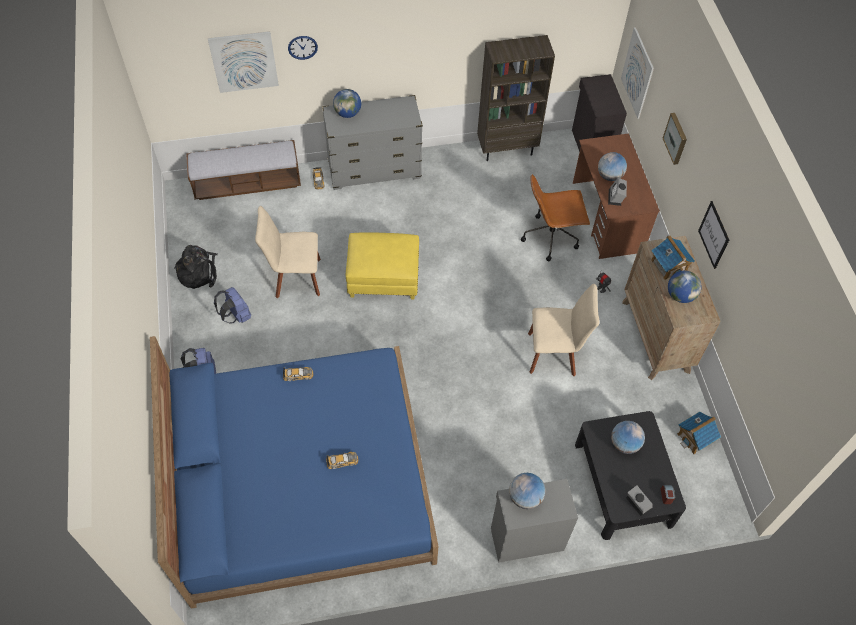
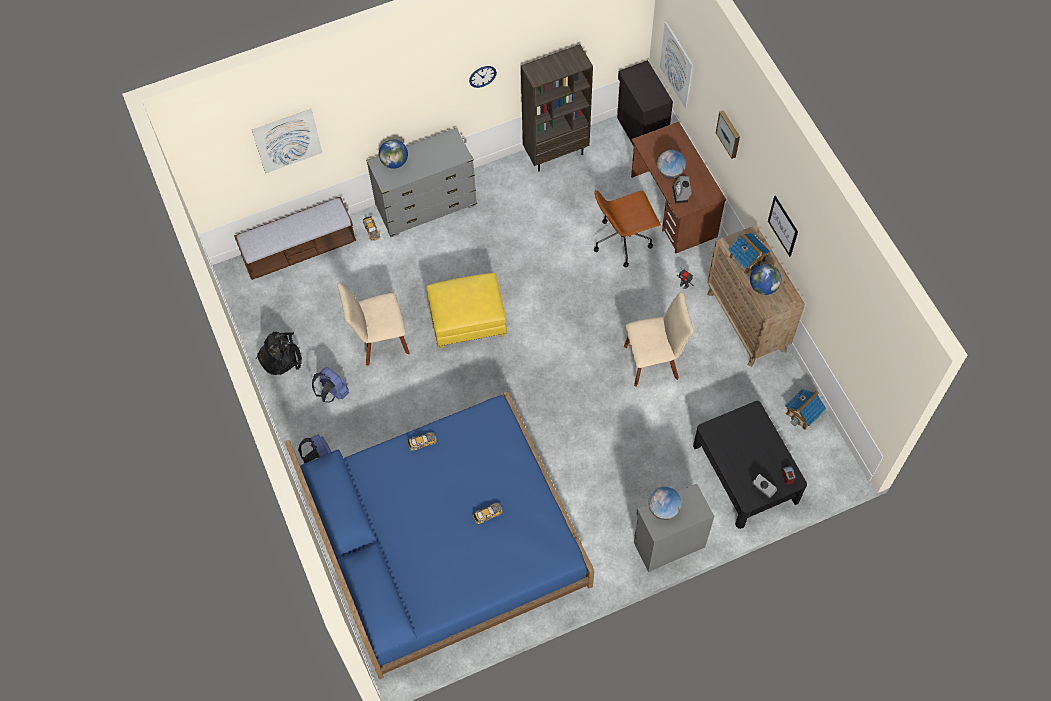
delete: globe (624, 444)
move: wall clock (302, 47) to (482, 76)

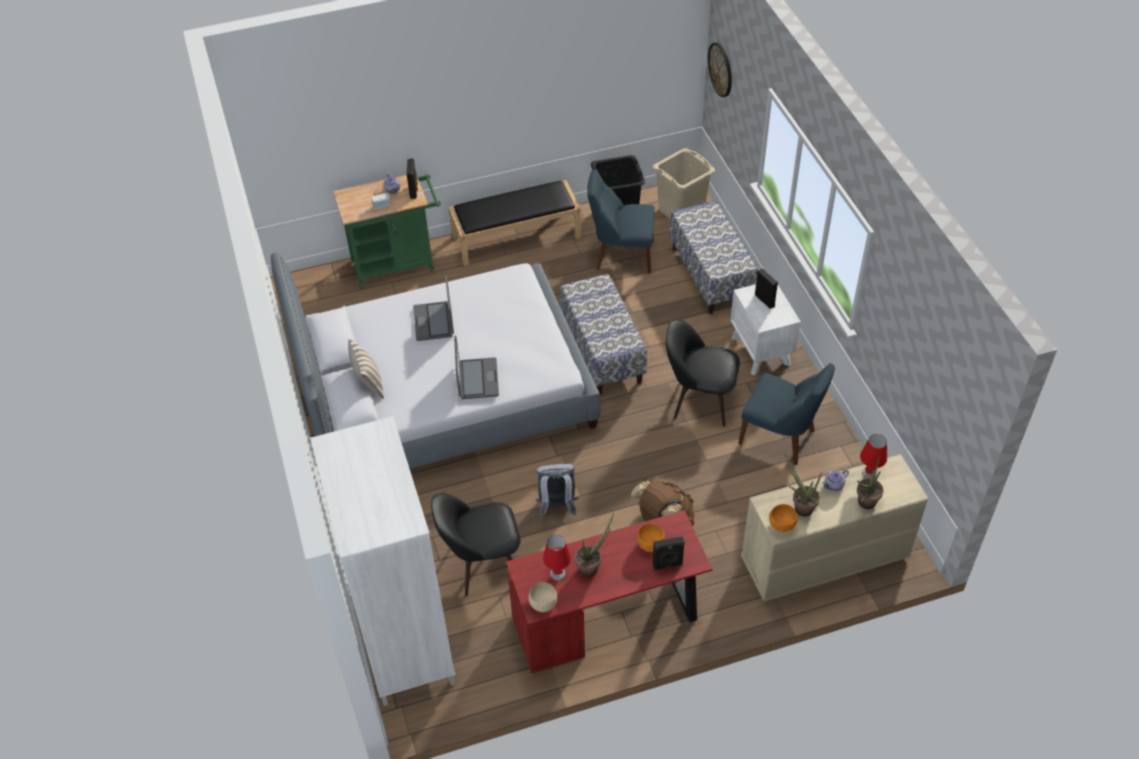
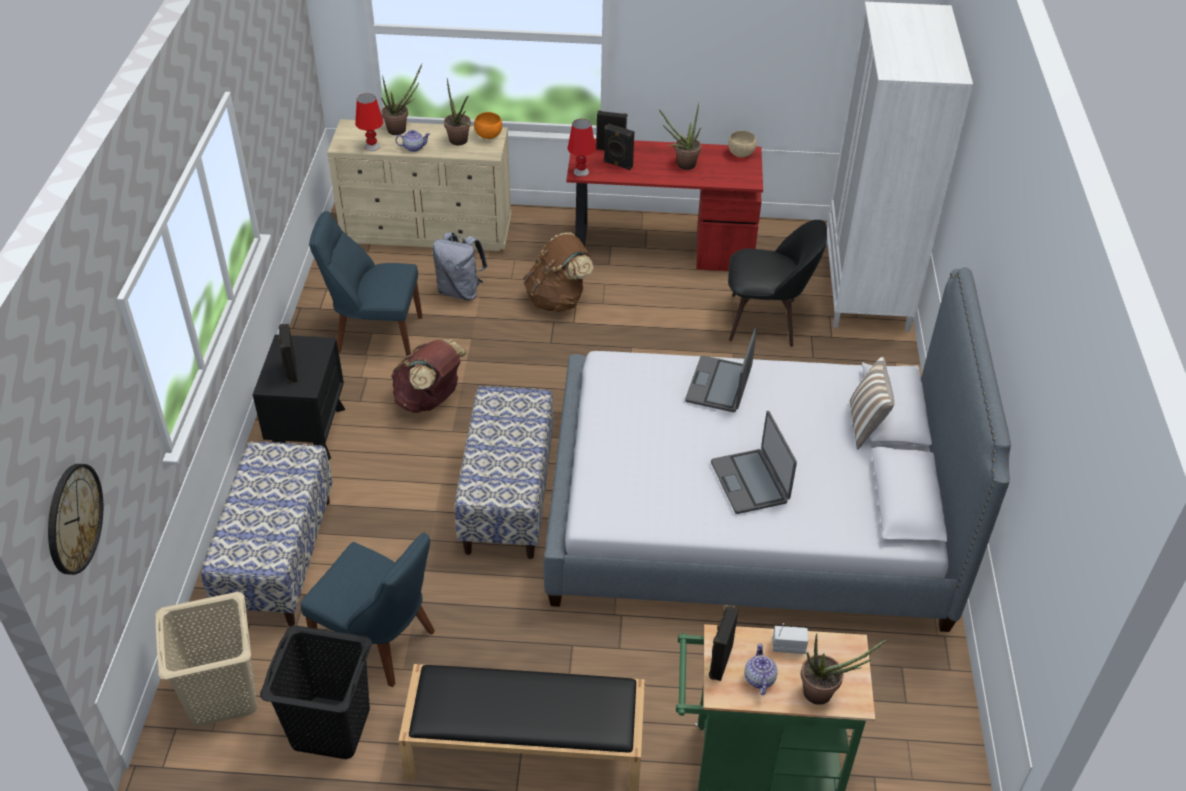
insert: plant in a pot (824, 694)
move: grey knapsack (557, 507) to (460, 291); red-coloured table lamp (557, 573) to (581, 172)
replace: black plain chair (699, 399) to brownish knapsack (430, 400); orange-coloured bowl (650, 545) to black loudspeaker (617, 165)
recolor: white night table (761, 351) to black night table (308, 431)
rotate: portable computer (434, 321) = (750, 482) 150 degrees clockwise; blue-coloured plain chair (780, 438) = (375, 334) 45 degrees counterclockwise

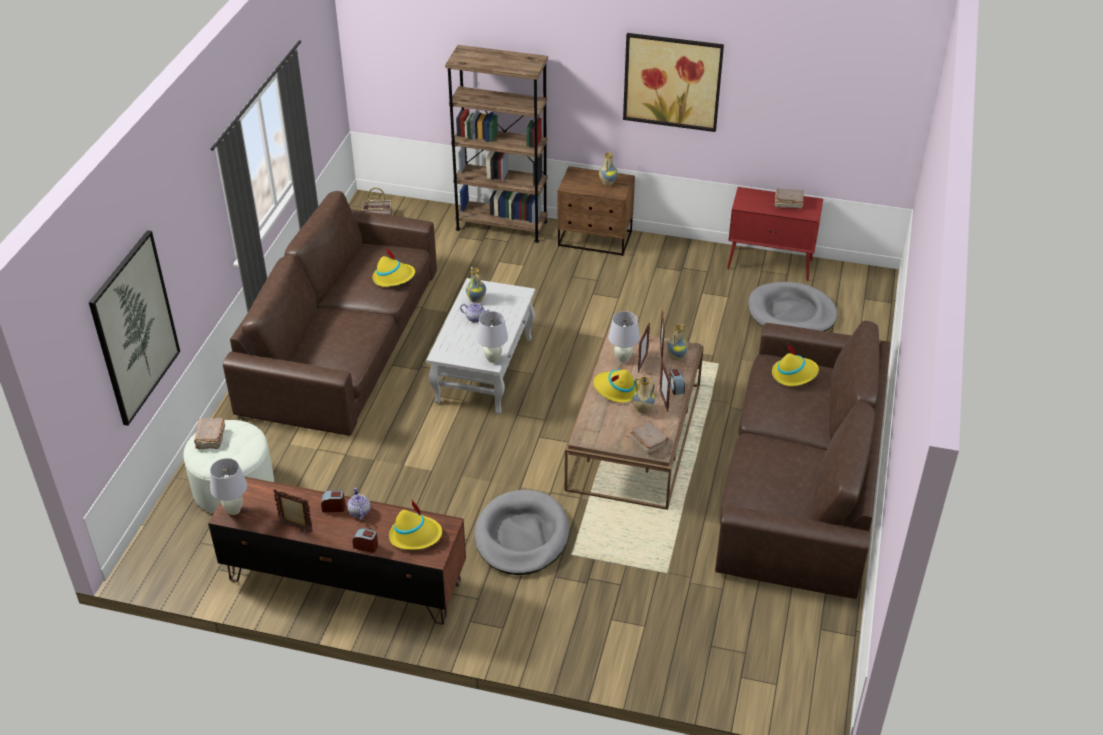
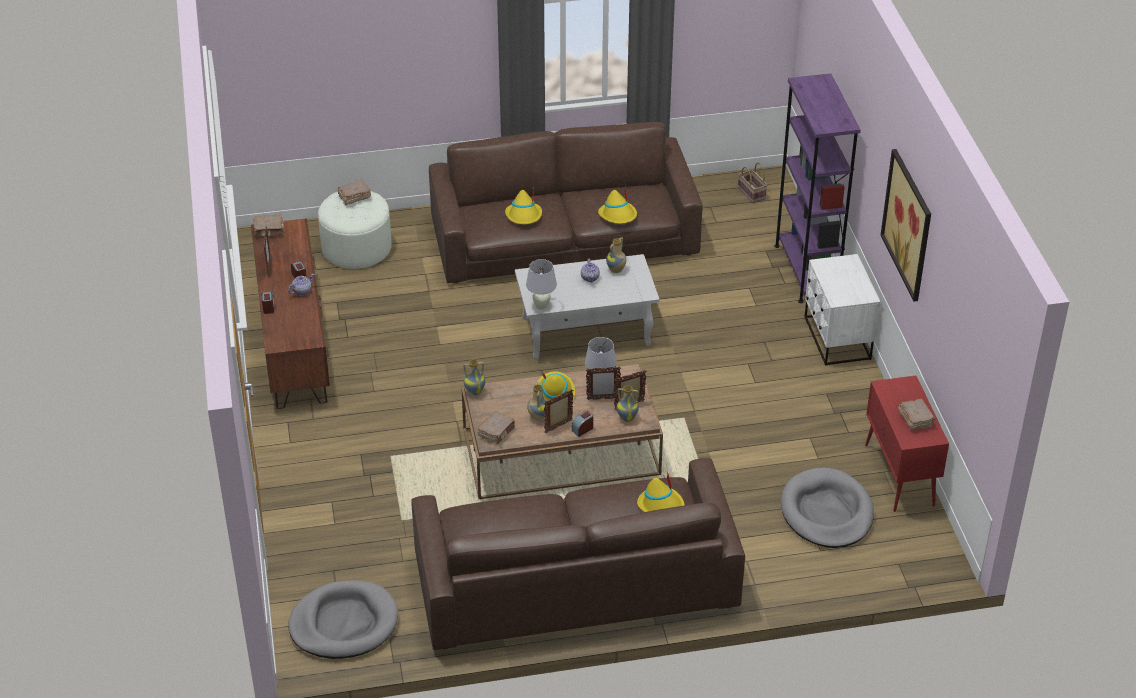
delete: picture (135, 328)
move: vase (607, 183) to (474, 391); grey dog bed (521, 536) to (344, 623); yellow-coloured hat (416, 535) to (524, 216)
replace: white table lamp (233, 510) to brownish book (269, 231)
recolor: brownish bookshelf (501, 225) to purplish bookshelf (806, 271); brownish night table (595, 239) to white night table (836, 339)

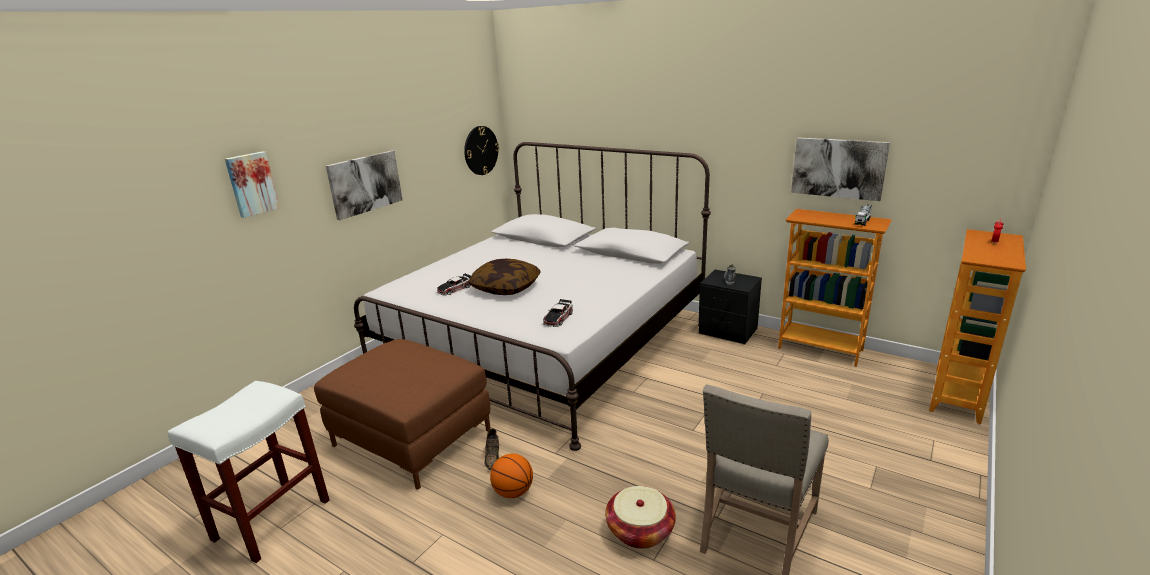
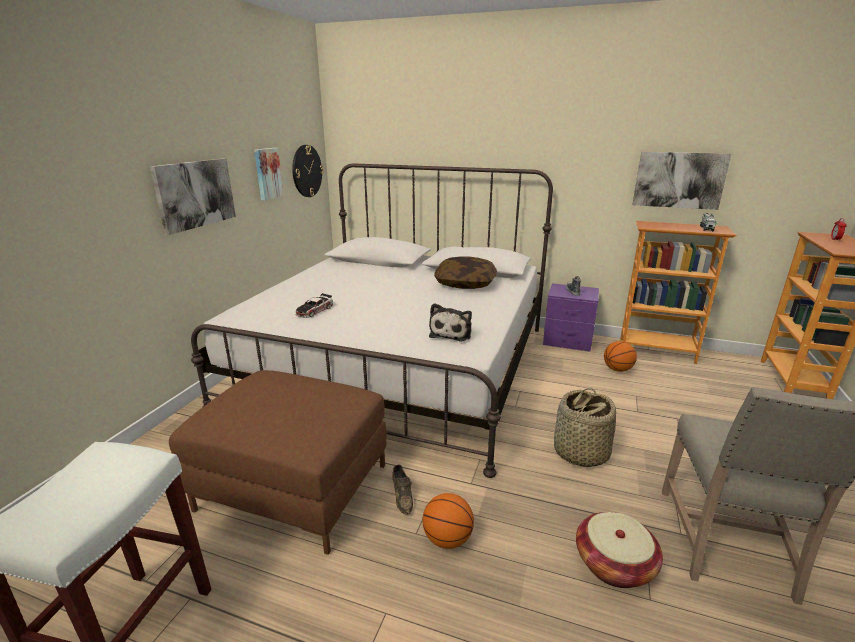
insert: basketball (617, 369); household basket (580, 452)
move: picture (251, 184) to (267, 173); pillow (506, 287) to (465, 283)
replace: model car (558, 318) to plush toy (451, 333)
recolor: black night table (727, 331) to purplish night table (567, 341)

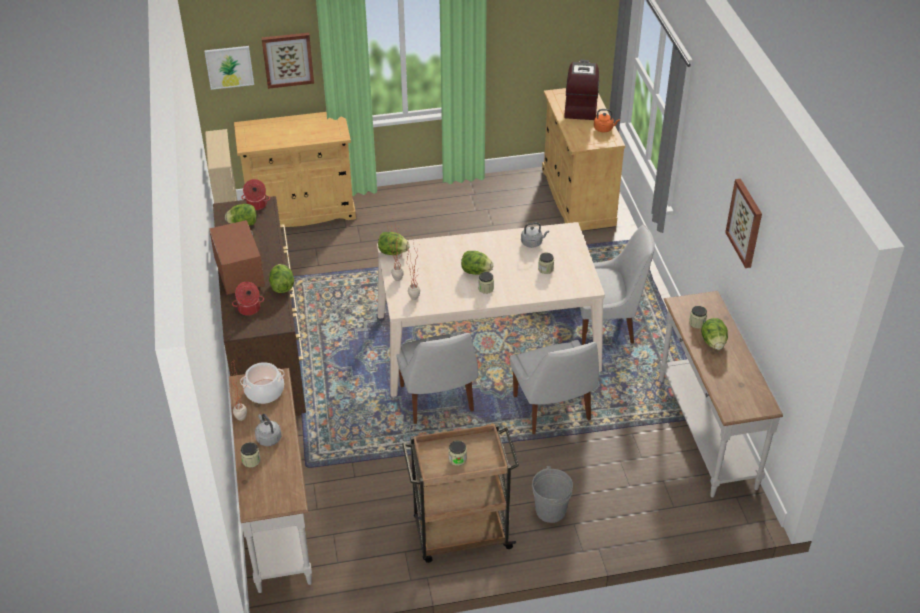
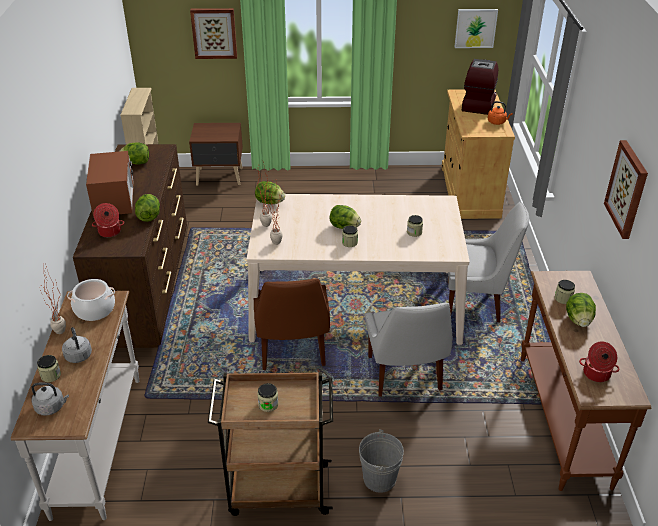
move: picture (229, 67) to (475, 28); stockpot (256, 205) to (596, 374); grey water kettle (532, 243) to (52, 407)
replace: beige-coloured cabinet (301, 210) to brownish night table (220, 177)
recolor: white narrow table (705, 432) to brownish narrow table (561, 419); white plain chair (437, 400) to brownish plain chair (292, 351)

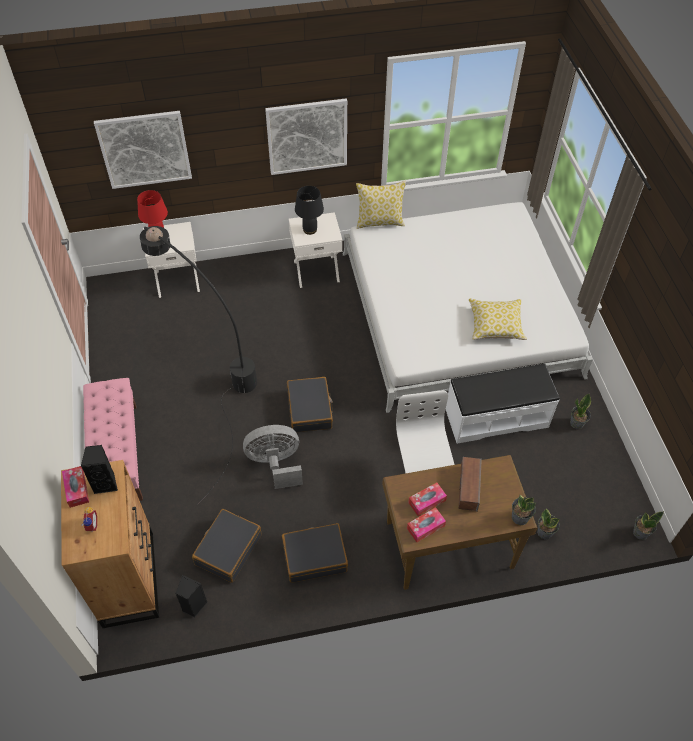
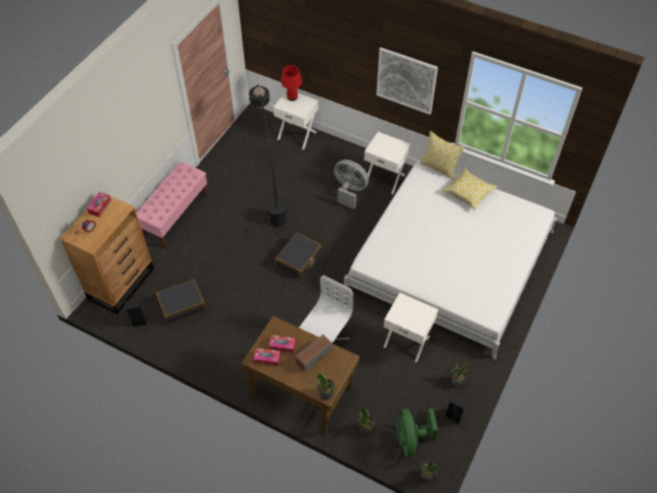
delete: picture (144, 149); black table lamp (310, 230); black piece of luggage (314, 556)
insert: greenish cooling fan (411, 439)
move: pillow (495, 325) to (468, 193); grey cooling fan (275, 464) to (349, 191); black loudspeaker (106, 483) to (454, 415)
replace: white bench (496, 417) to white night table (407, 341)

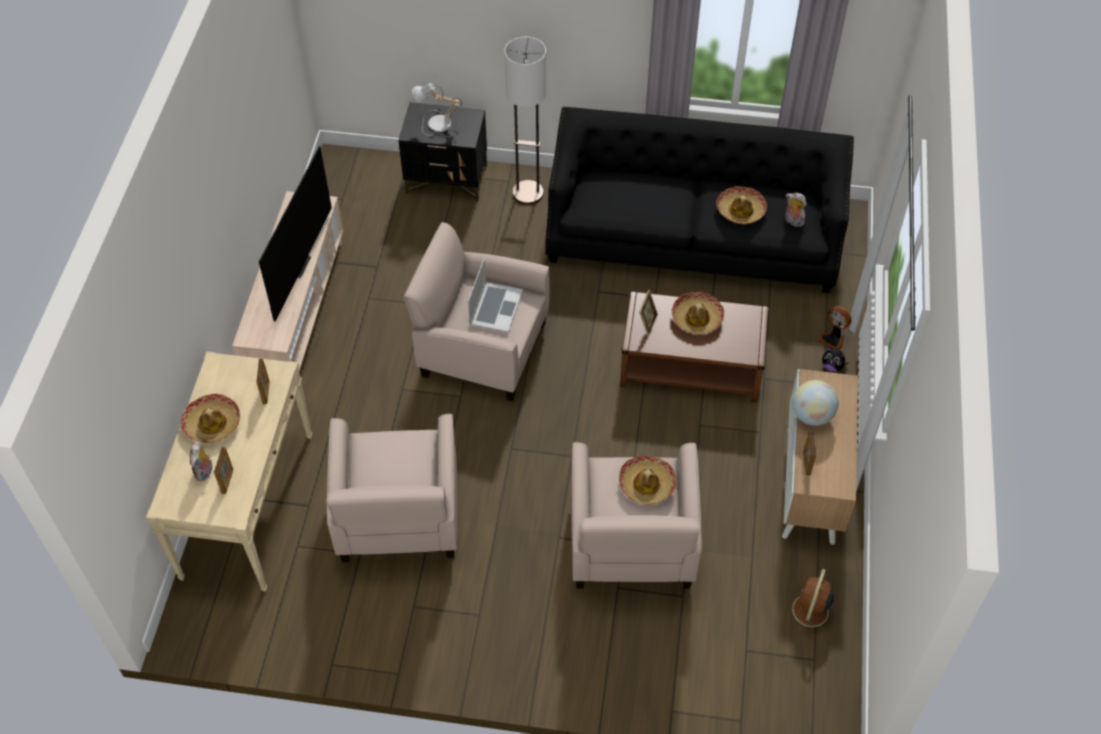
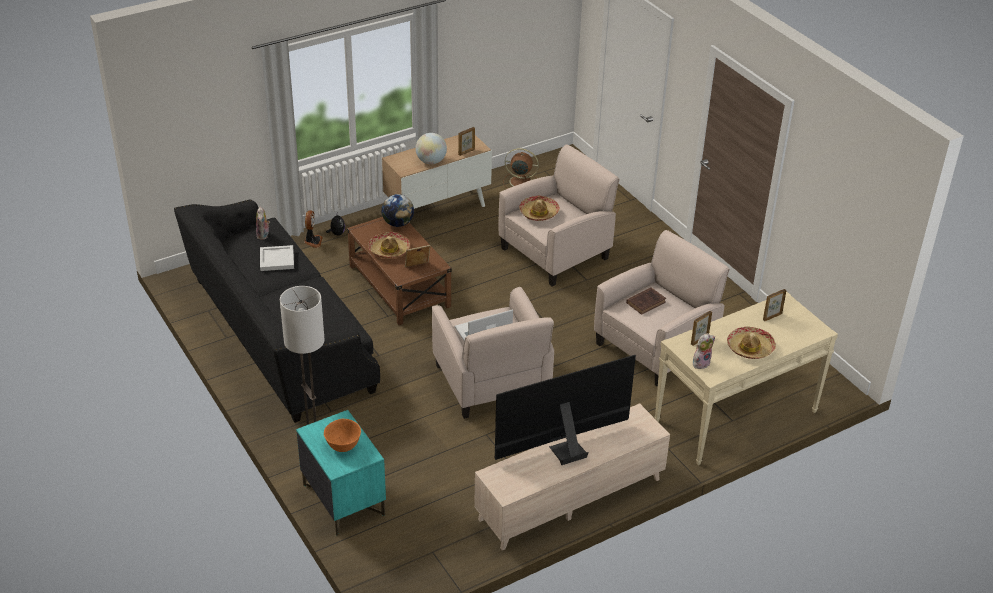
insert: globe (398, 223); brownish book (646, 302)
move: plush toy (205, 472) to (701, 363)
replace: table lamp (437, 125) to orange-coloured bowl (343, 445); hat (740, 210) to white tray (276, 259)
recolor: black night table (447, 179) to turquoise-coloured night table (343, 499)
rotate: brownish cooling fan (809, 612) = (519, 181) 150 degrees counterclockwise

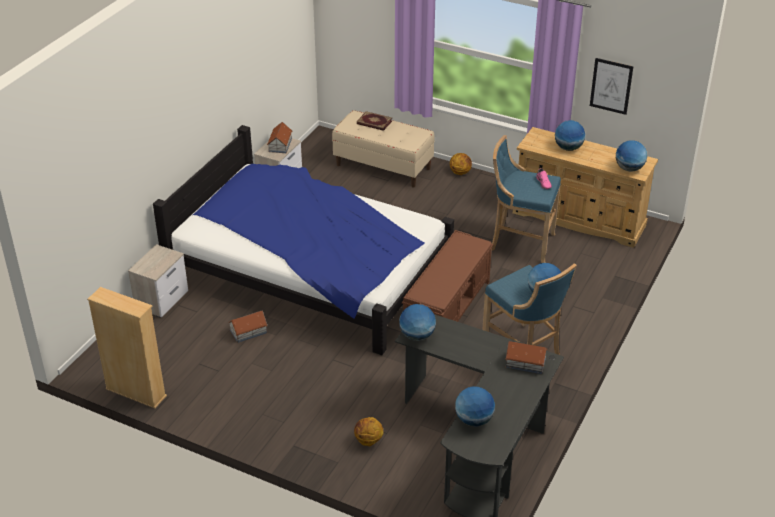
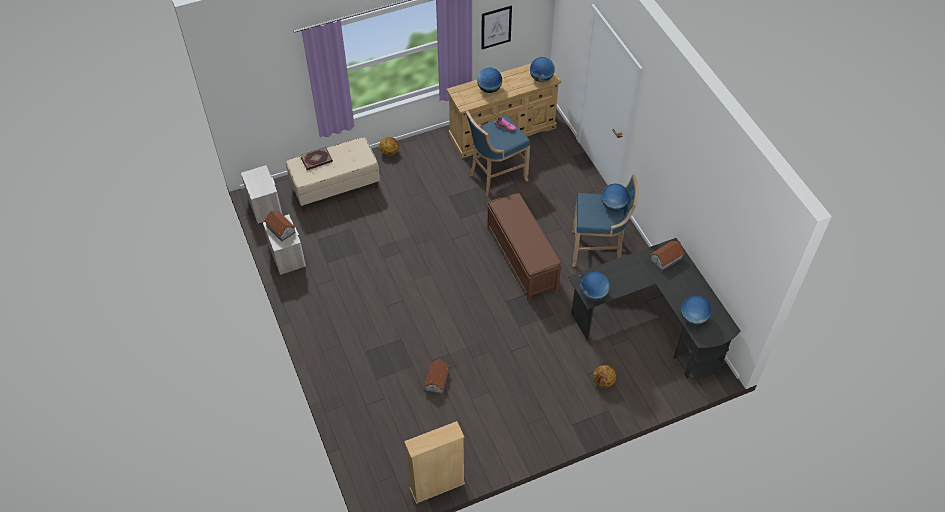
delete: bedroom bed (310, 269)
move: night table (162, 299) to (265, 206)

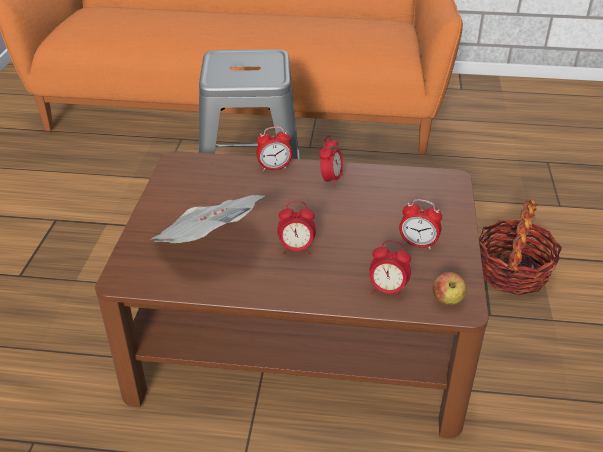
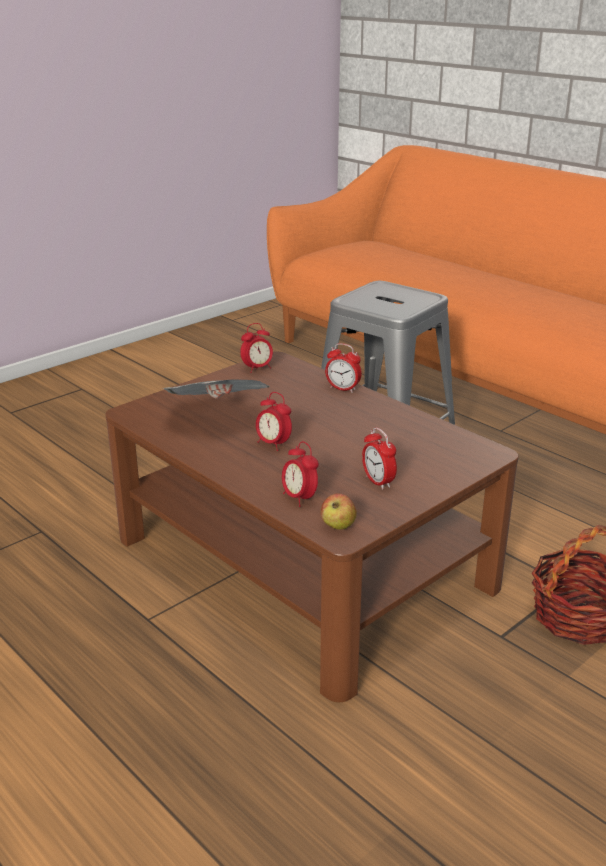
move: alarm clock (331, 180) to (257, 368)

